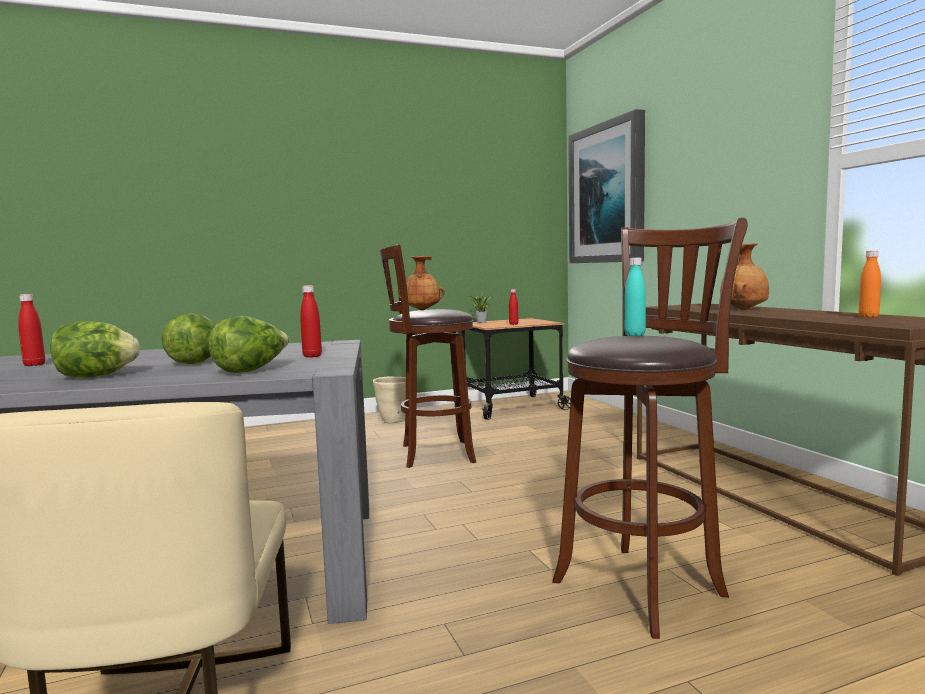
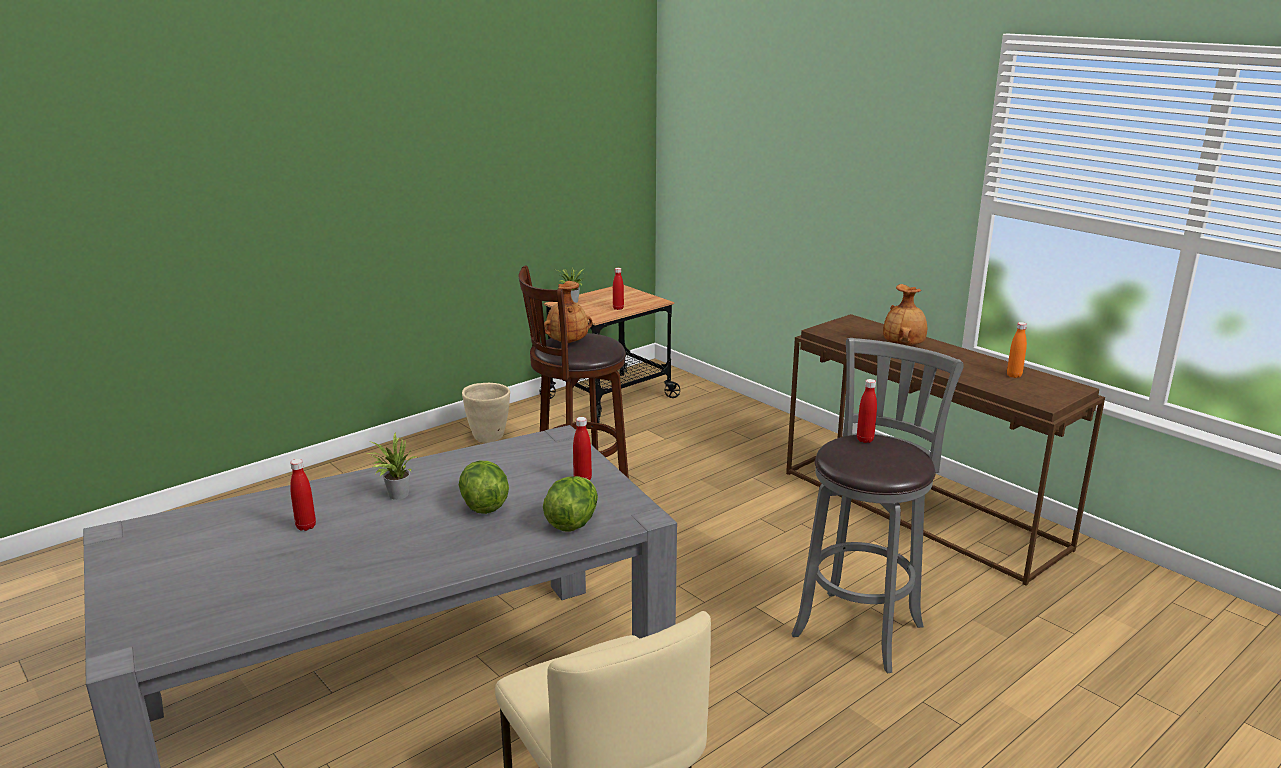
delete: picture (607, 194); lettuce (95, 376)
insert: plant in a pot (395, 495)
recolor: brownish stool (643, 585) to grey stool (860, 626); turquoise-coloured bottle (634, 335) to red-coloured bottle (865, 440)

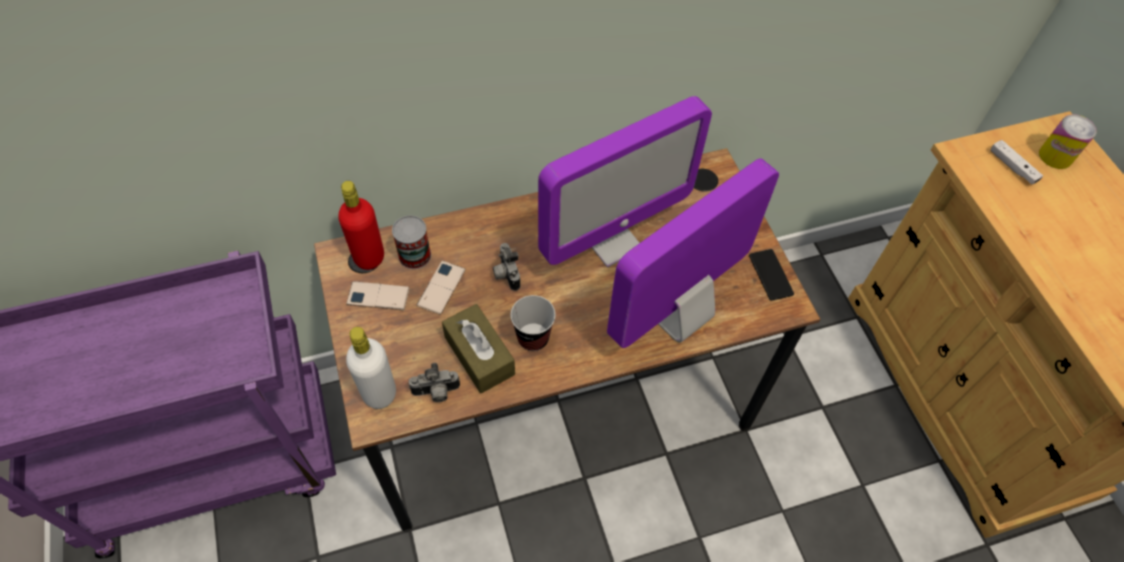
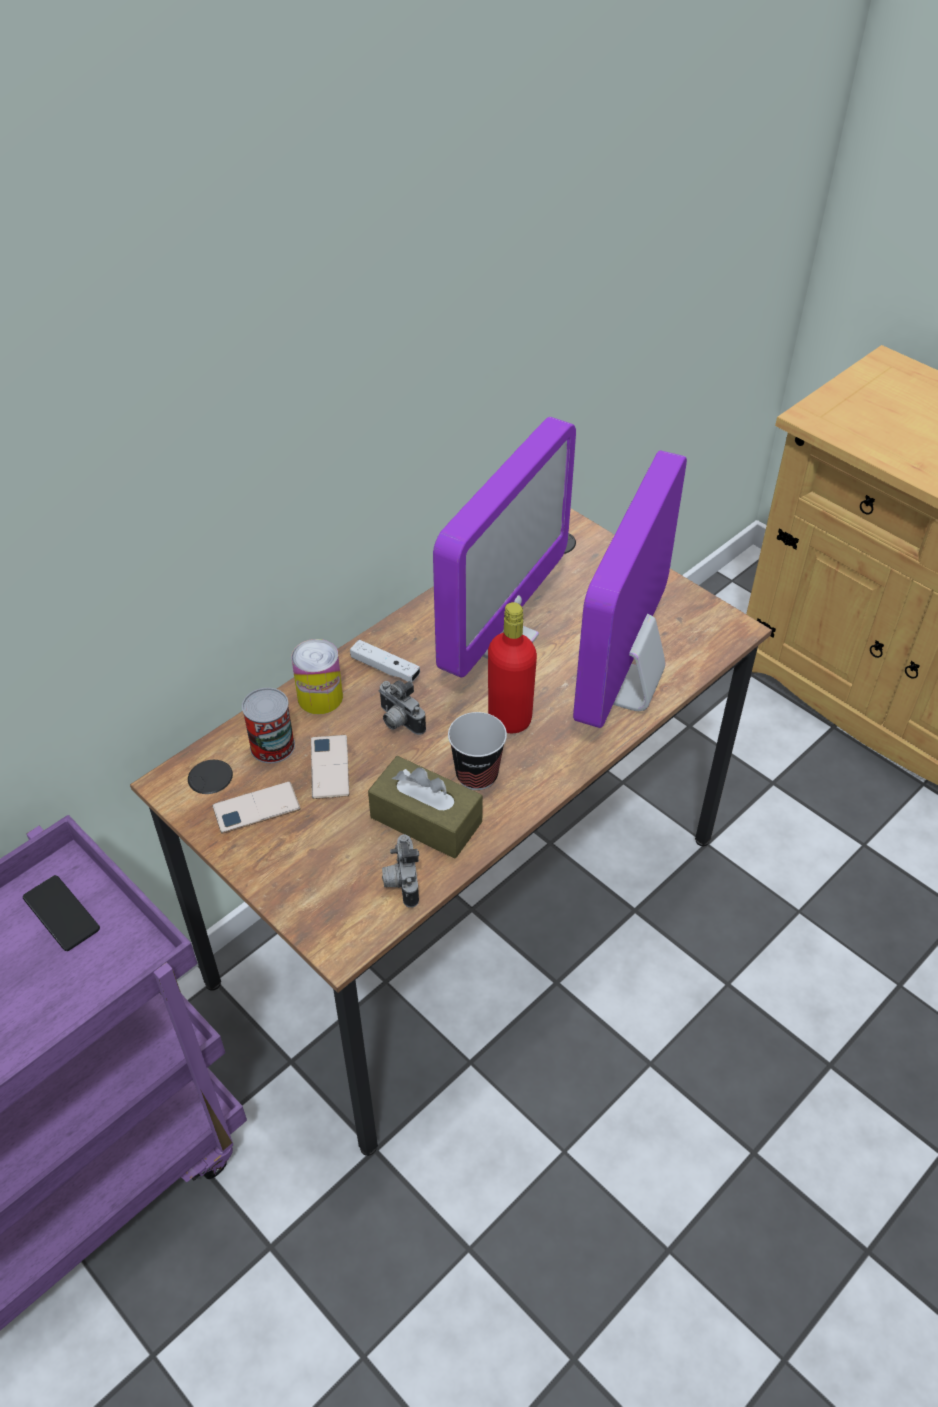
delete: white bottle (379, 393)
move: can (1055, 156) to (320, 697); white gamepad (1012, 167) to (385, 668); red-coloured bottle (369, 257) to (509, 718); telephone (770, 275) to (61, 913)
rotate: still camera (436, 393) = (401, 881) 120 degrees clockwise

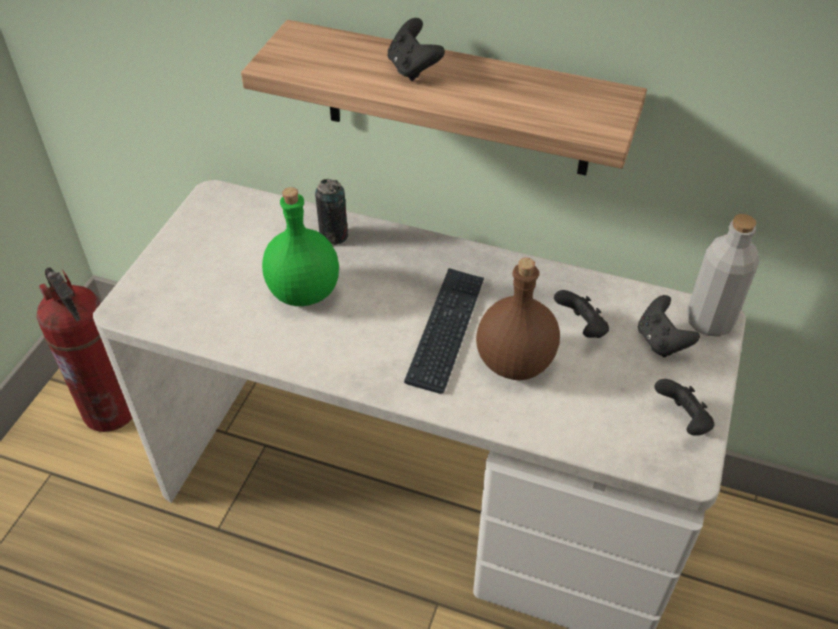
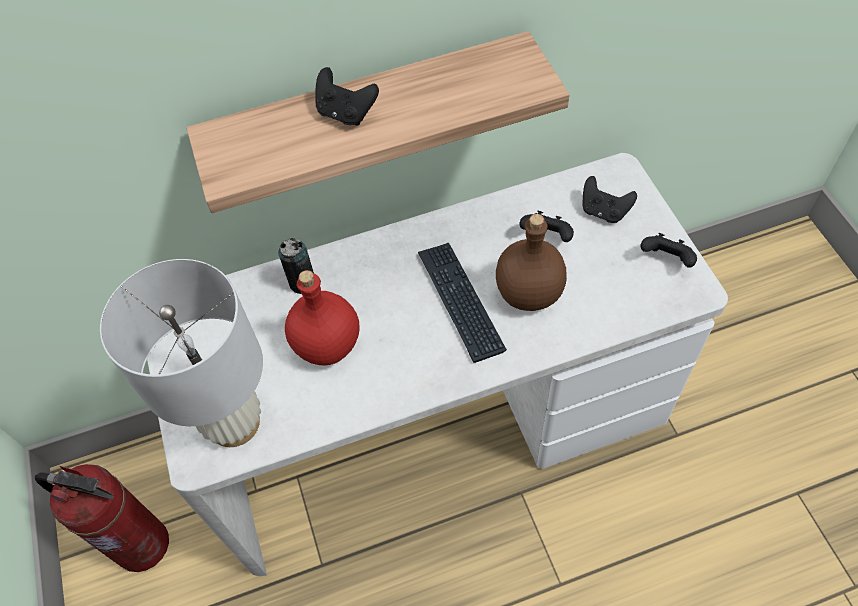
delete: grey bottle (709, 321)
insert: white table lamp (234, 423)
recolor: greenish bottle (302, 292) to red-coloured bottle (326, 345)

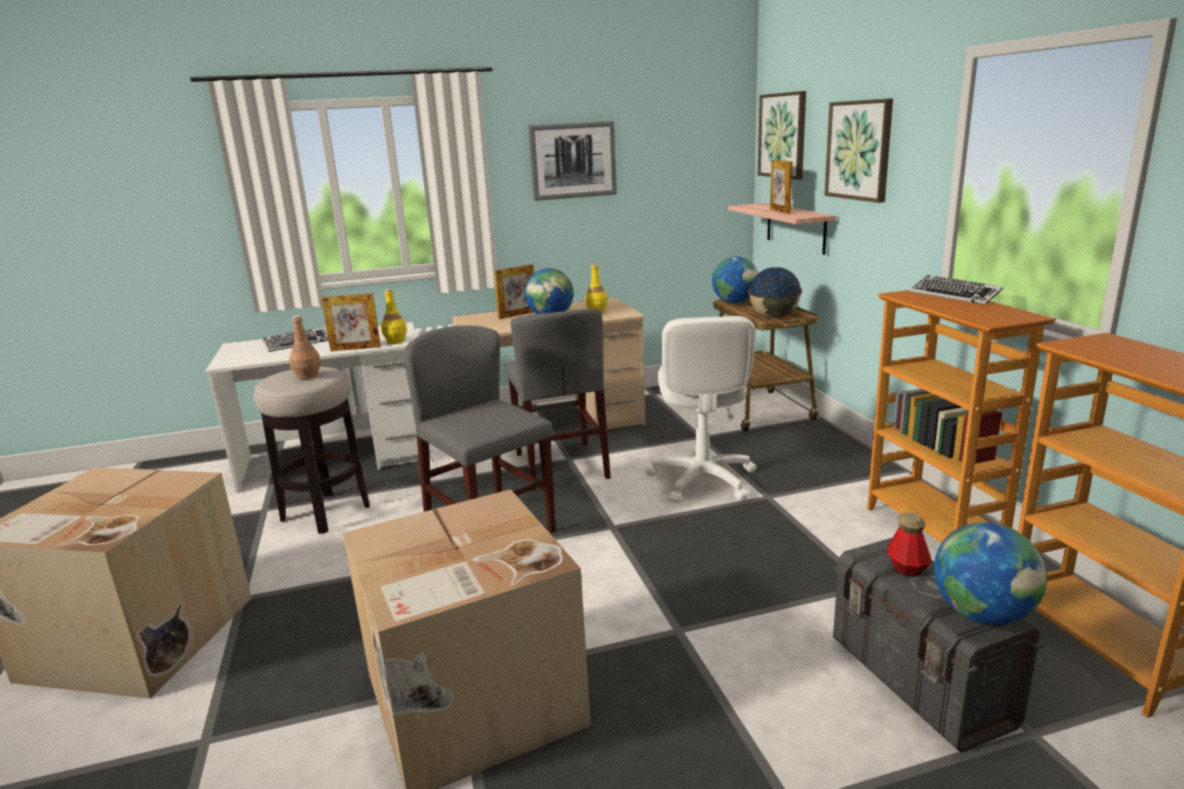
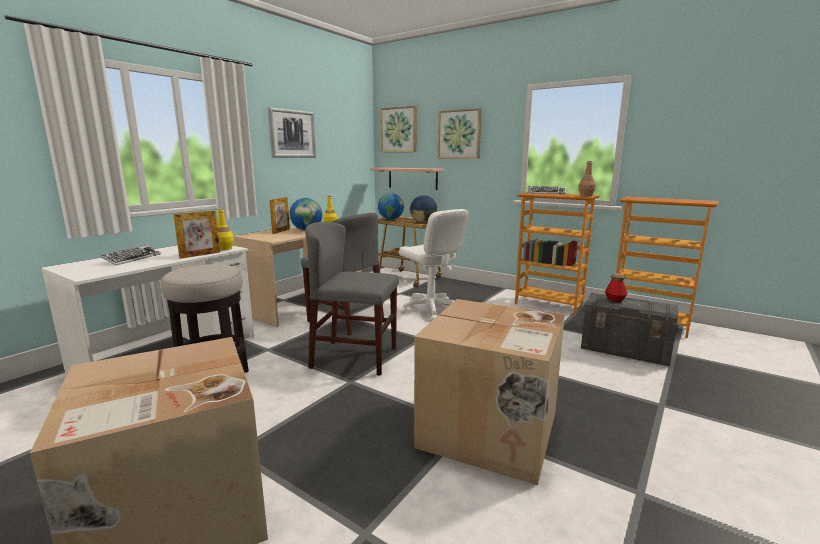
delete: standing frame (779, 211); globe (982, 615)
move: brownish bottle (307, 376) to (586, 196)

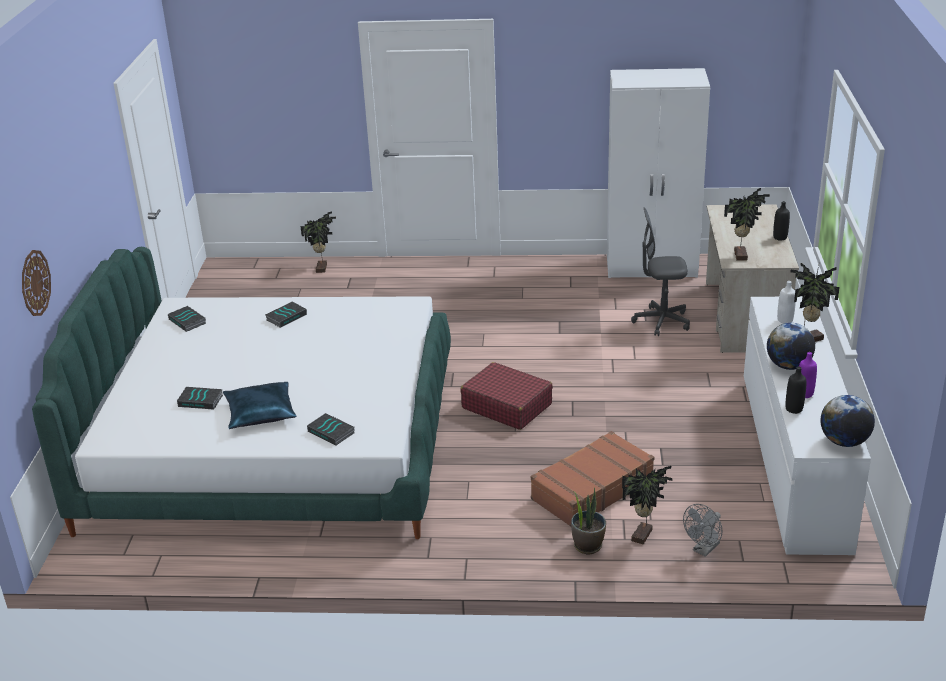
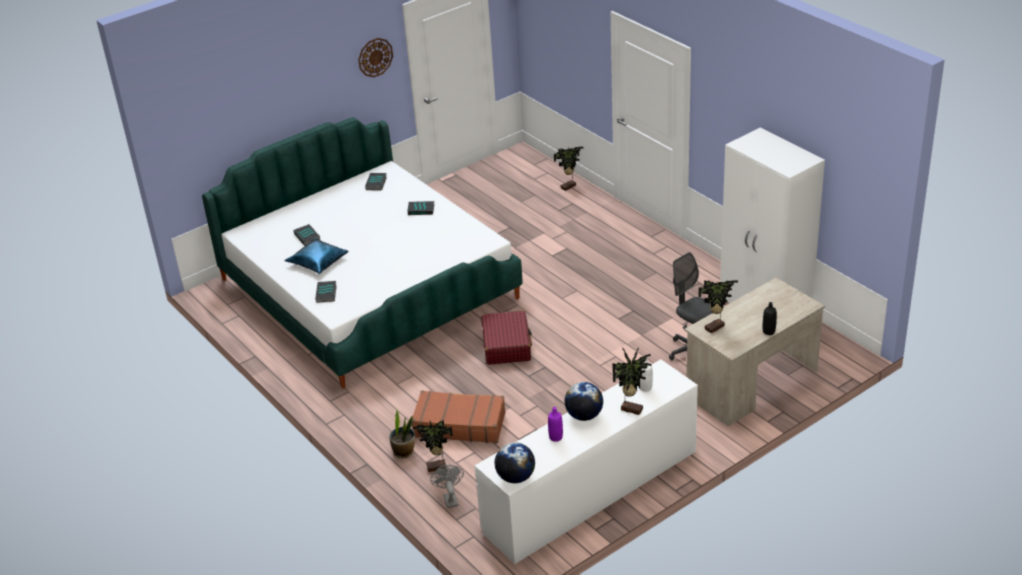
delete: black bottle (794, 409)
move: wall clock (35, 283) to (375, 57)
rotate: grey cooling fan (704, 550) = (449, 498) 75 degrees clockwise

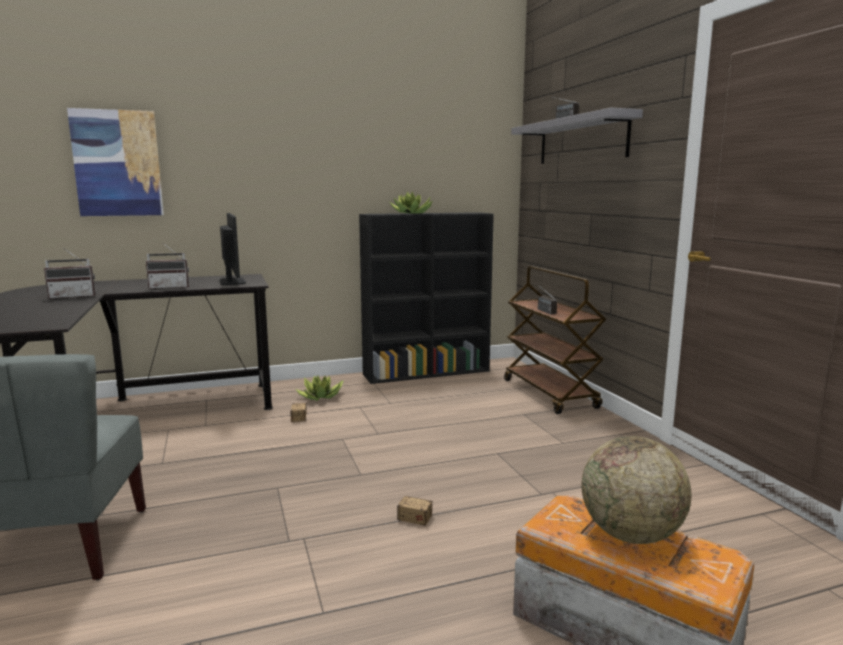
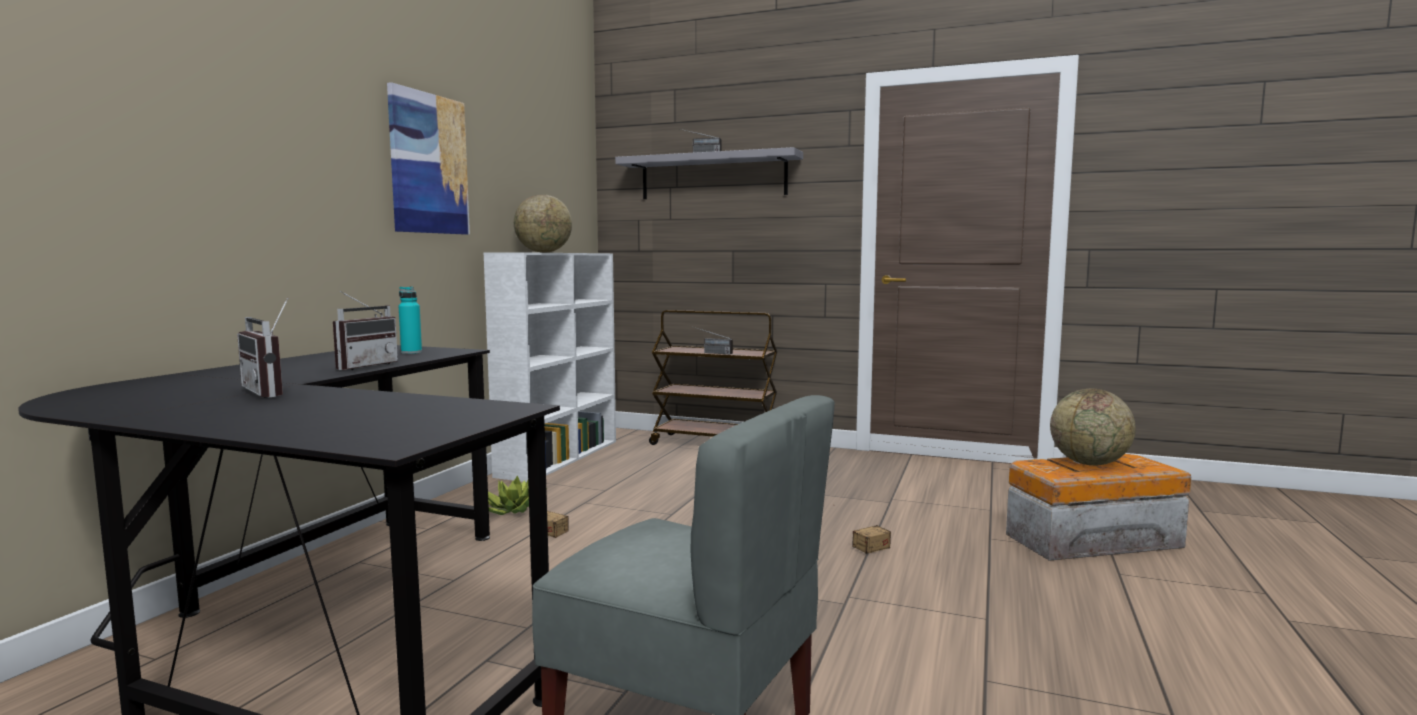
move: picture (117, 163) to (429, 164)
replace: plant in a pot (411, 213) to globe (544, 252); computer screen (232, 282) to turquoise-coloured bottle (411, 352)
recolor: black bookshelf (427, 372) to white bookshelf (560, 457)
rotate: radio (73, 296) = (273, 392) 120 degrees clockwise

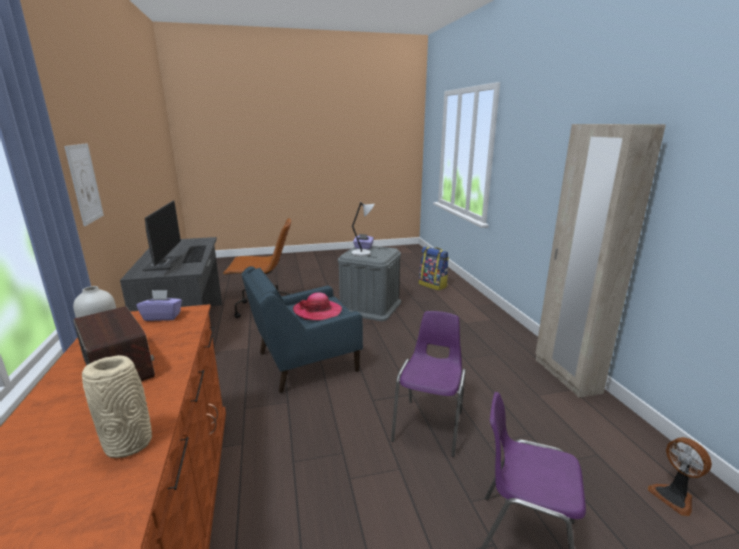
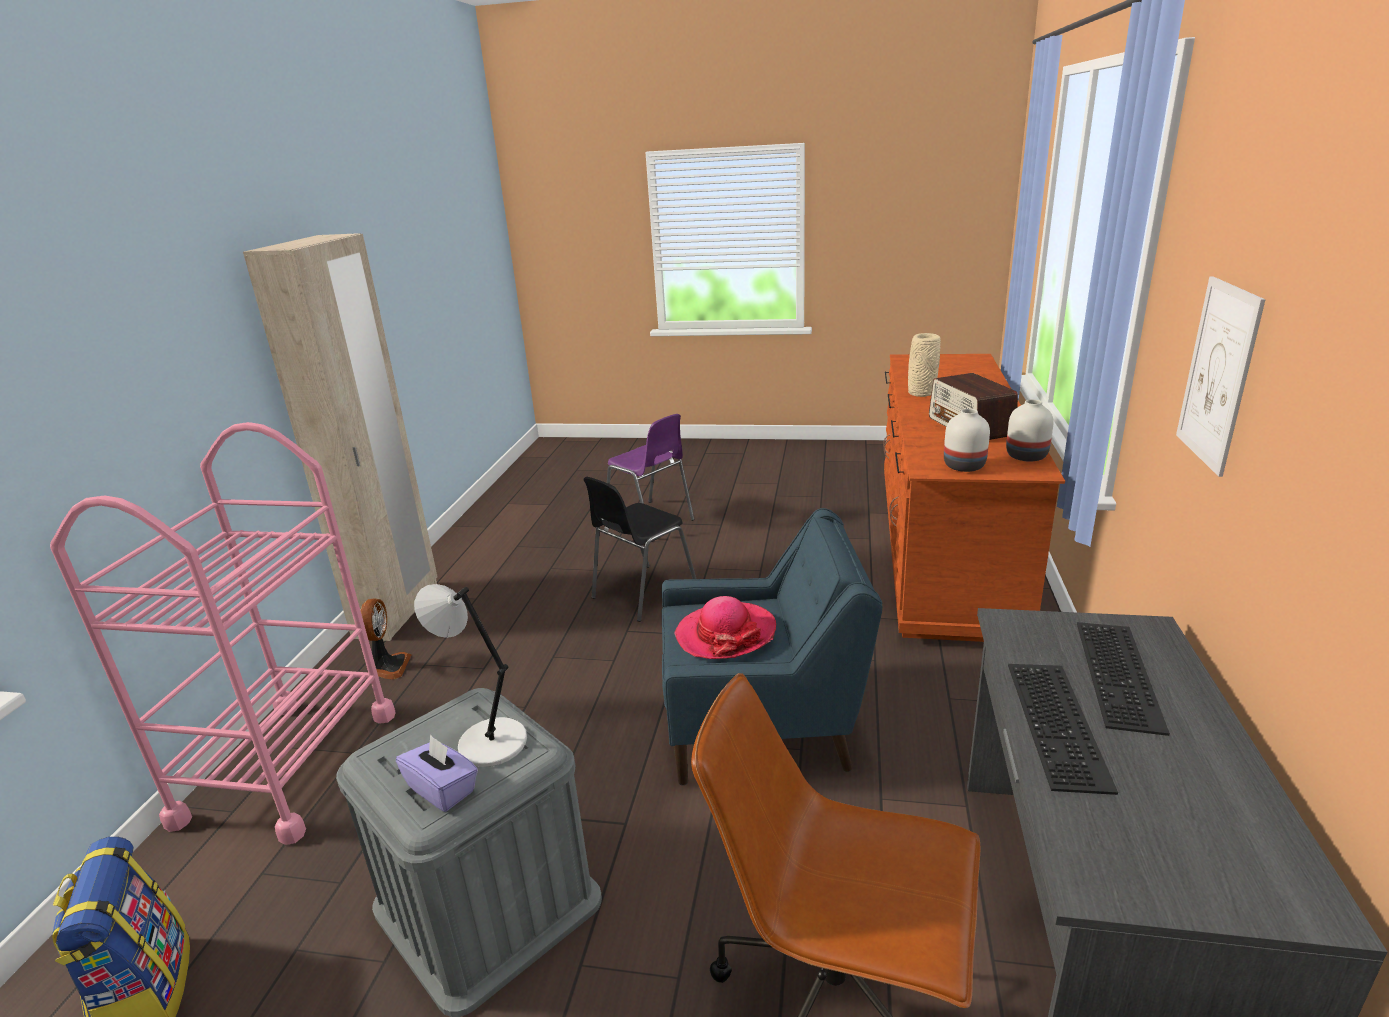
insert: pink-coloured wheeled cart (289, 766)
move: cooling fan (674, 497) to (388, 667)
replace: computer screen (163, 263) to computer keyboard (1122, 675); purplish tissue holder (162, 317) to white vase (965, 466)
recolor: purplish plain chair (429, 425) to black plain chair (642, 594)

